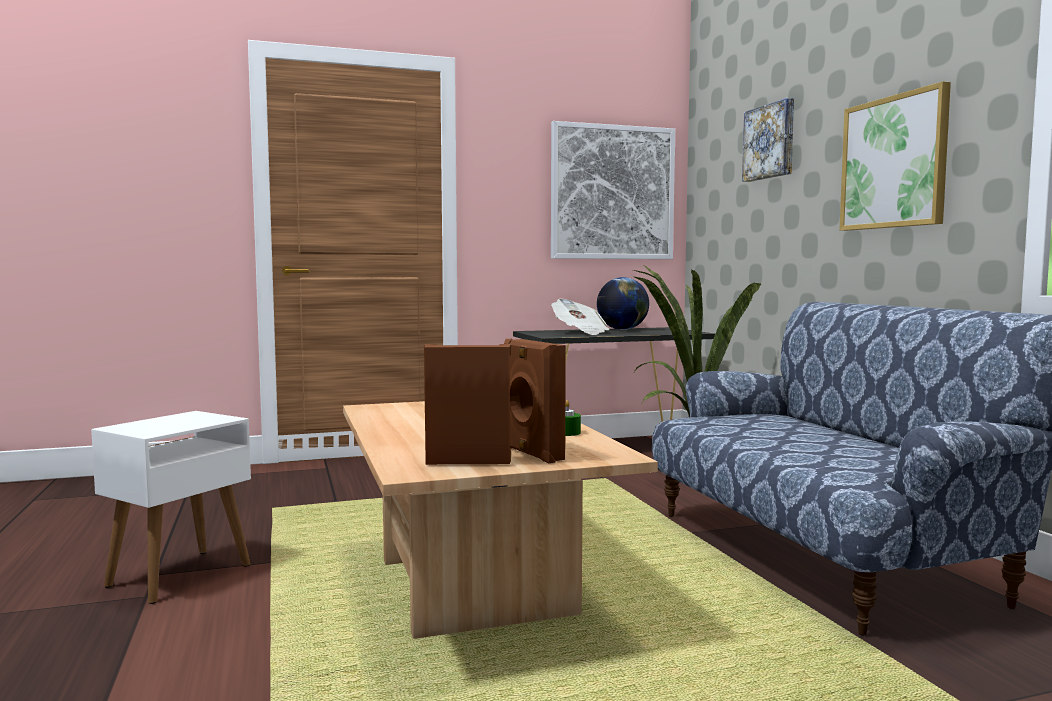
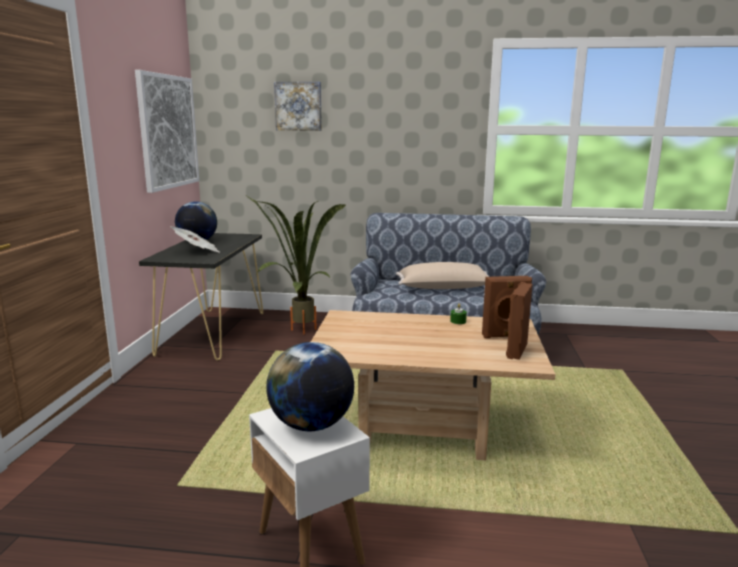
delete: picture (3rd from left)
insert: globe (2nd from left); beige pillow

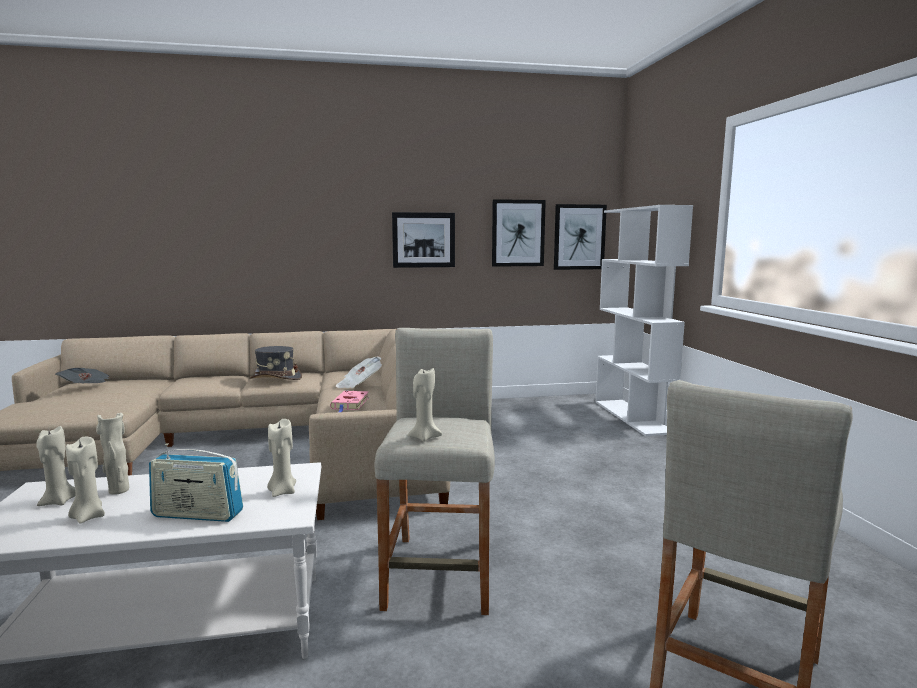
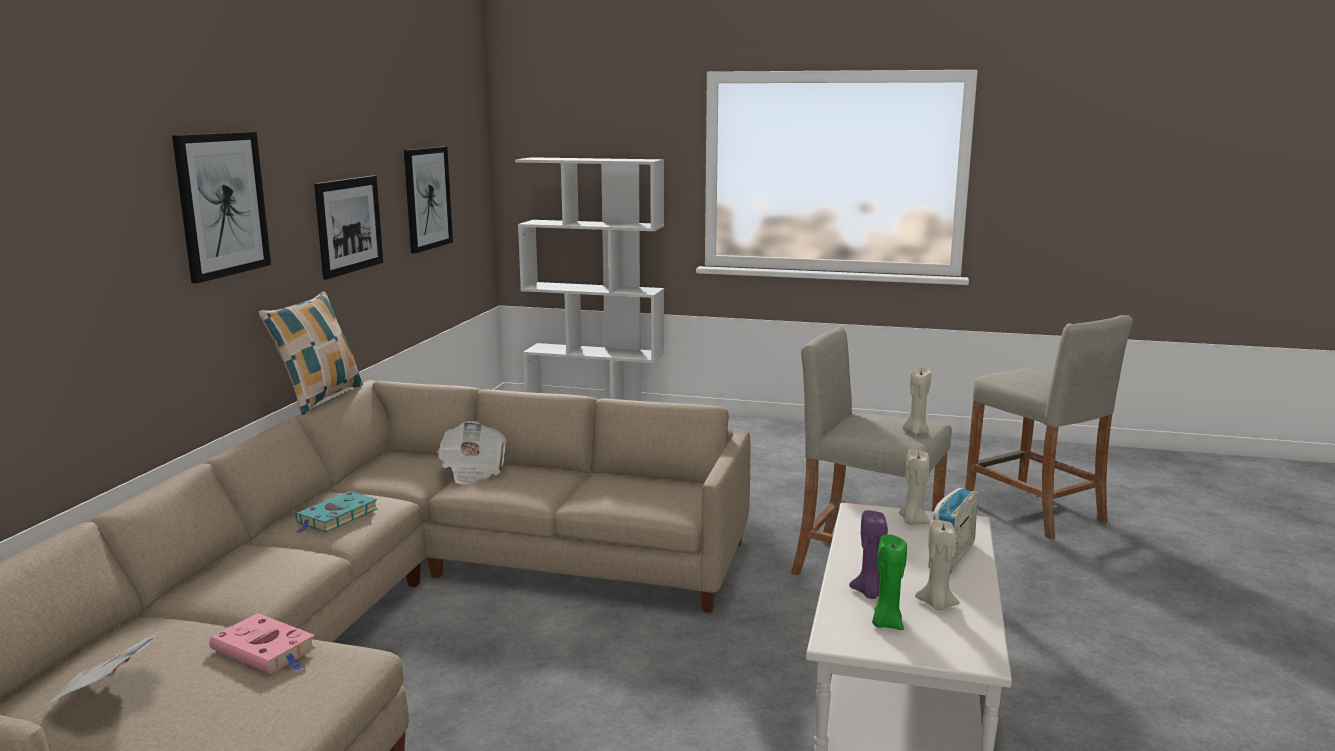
insert: pillow
move: picture (3rd from left in the first image) to picture (1st from left); pink book
replace: grey hat to turquoise book; beige vase to purple candle
recolor: beige candle (1st from left) to green candle

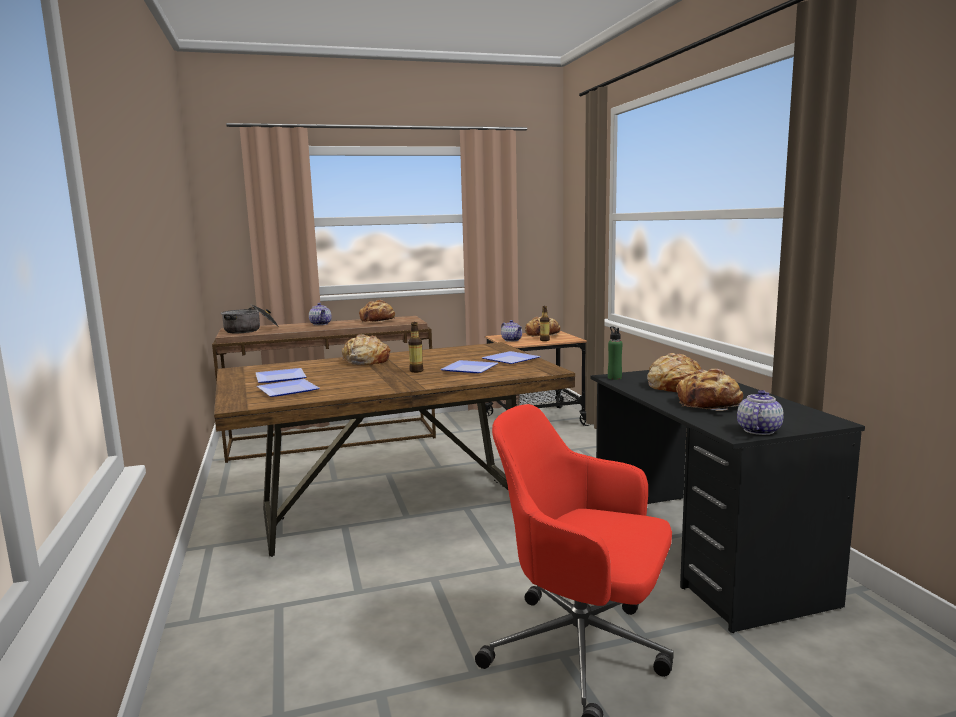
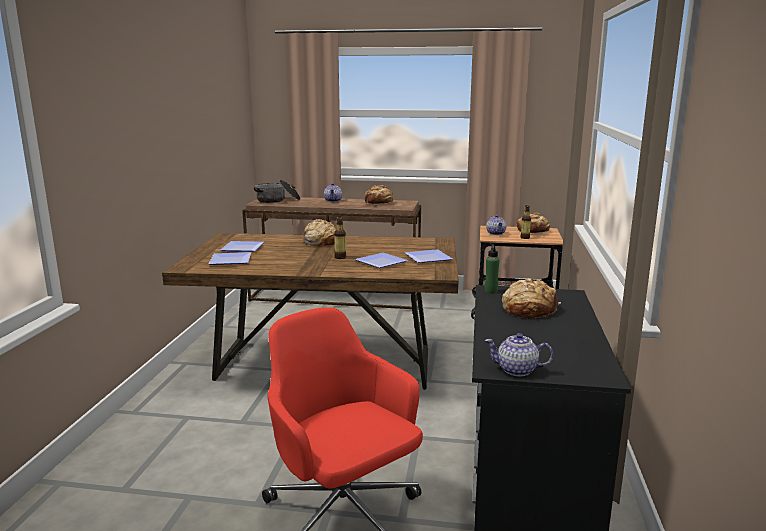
delete: bread (5th from left)
rotate: teapot (3rd from left) 135 degrees counterclockwise

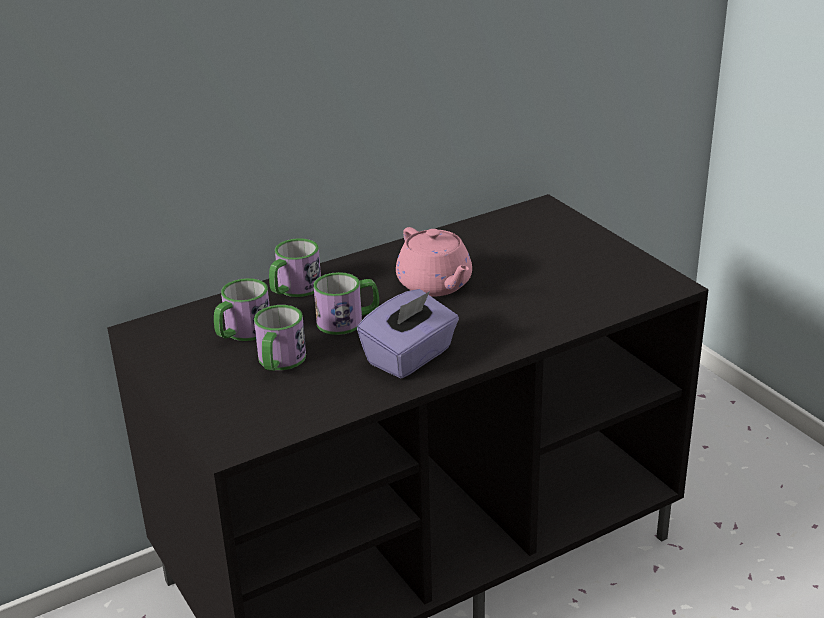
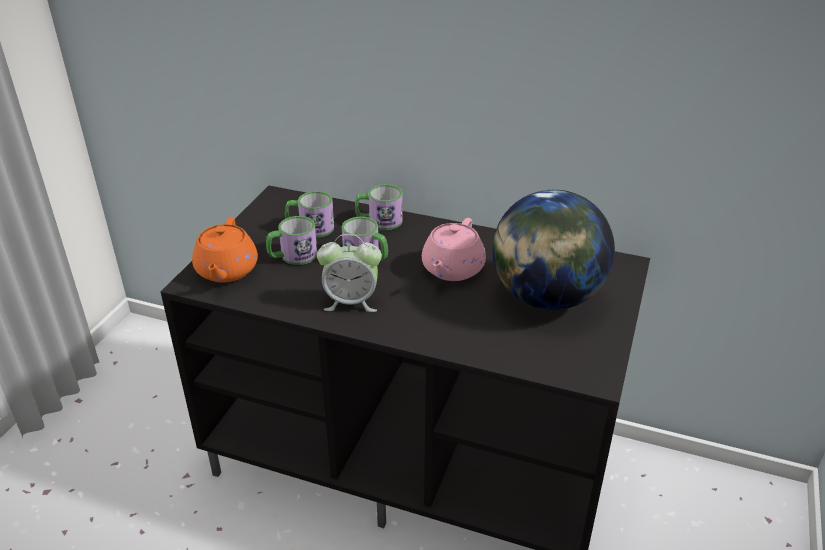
insert: orange teapot; globe
replace: purple tissue box to alarm clock

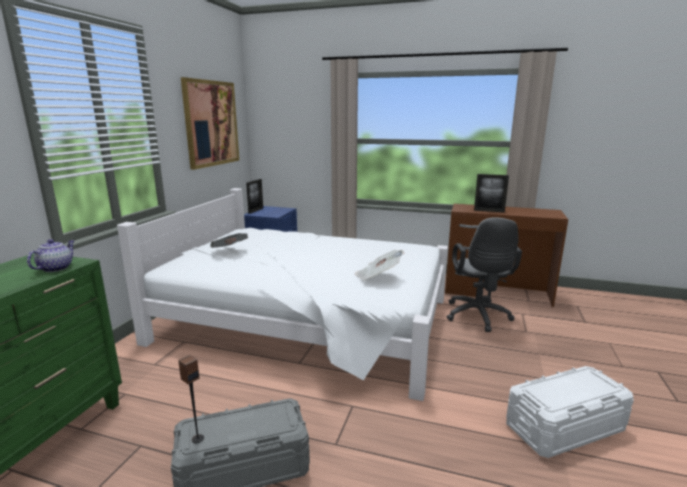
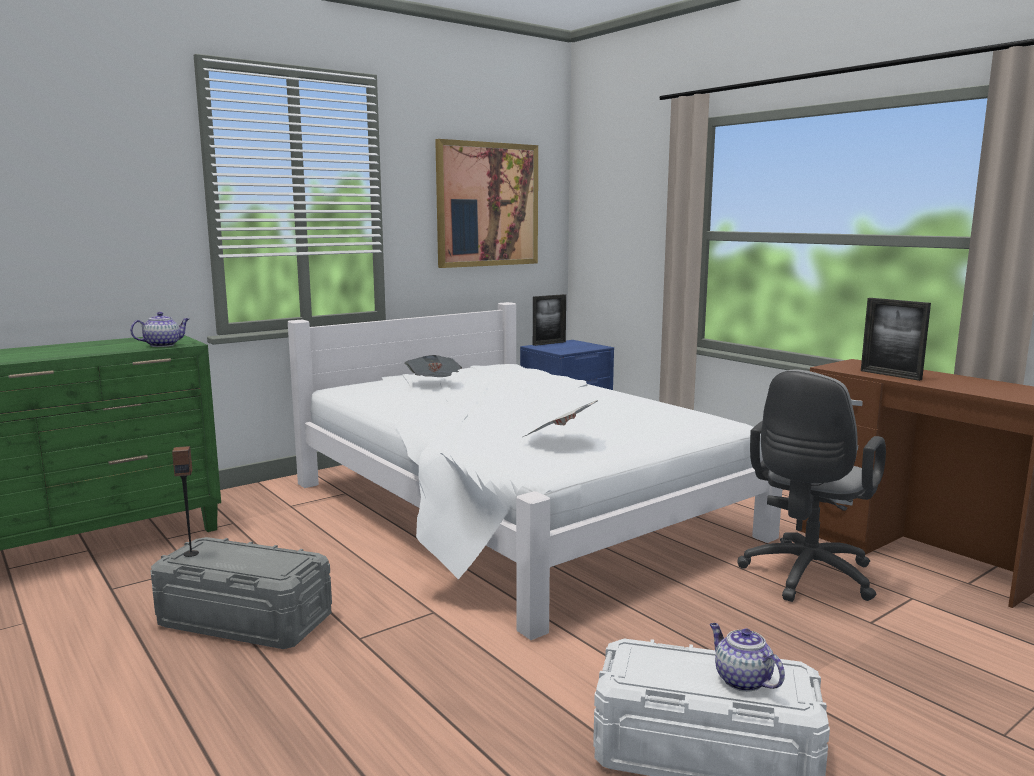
insert: teapot (2nd from left)

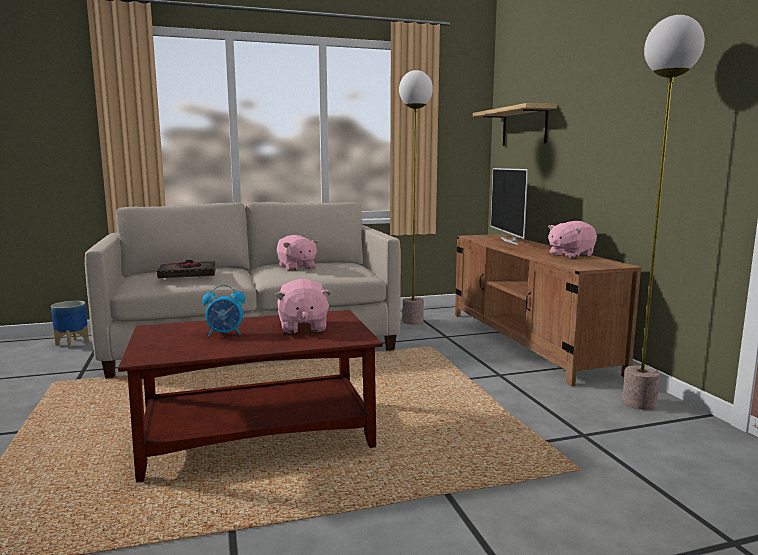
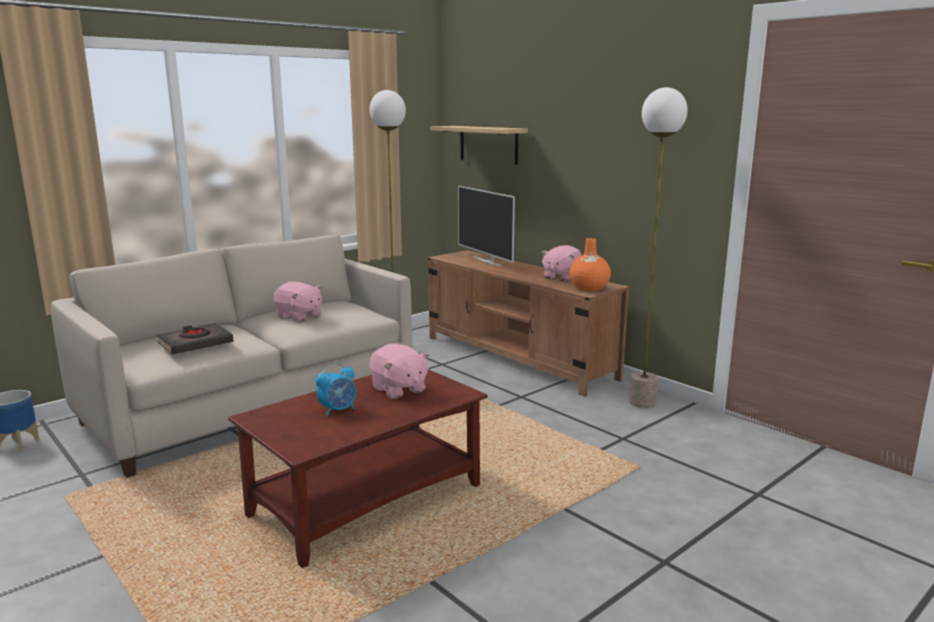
insert: orange vase

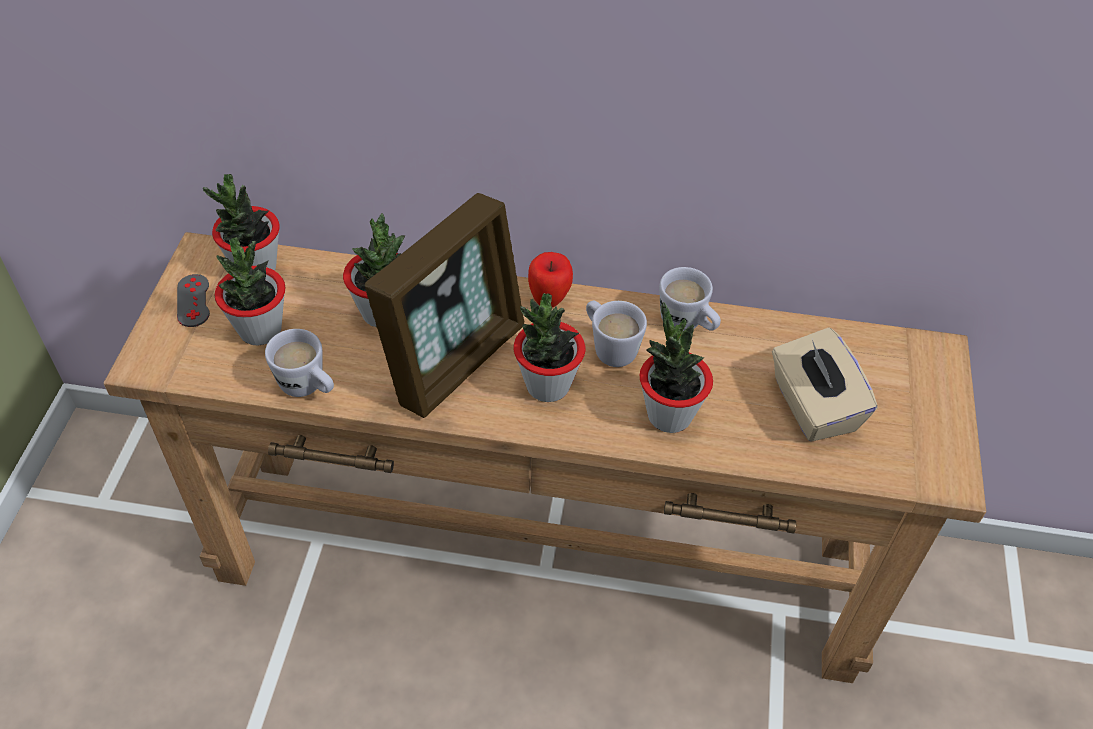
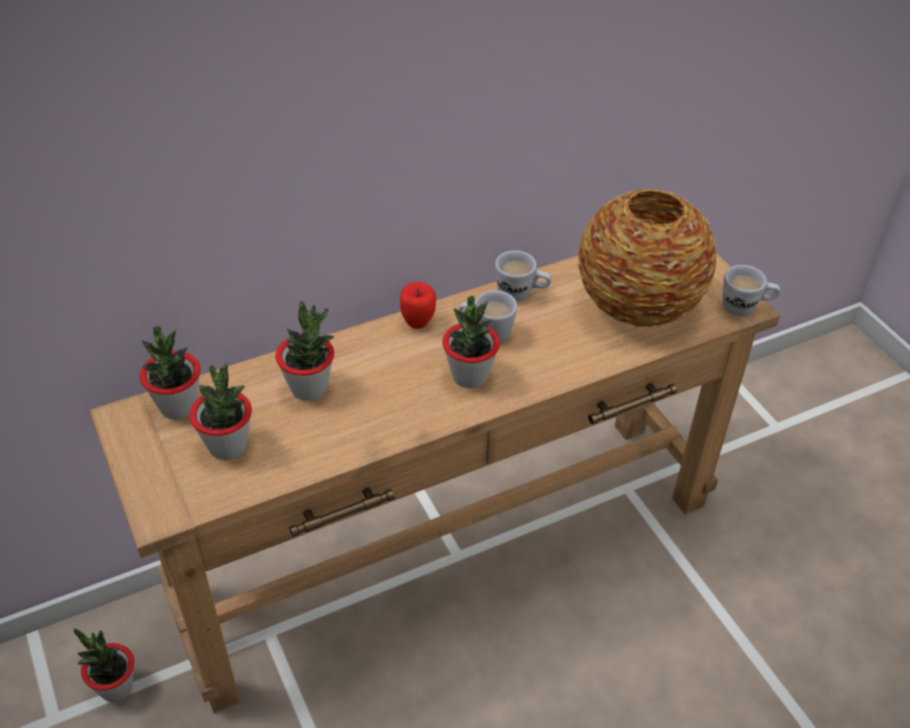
delete: grey game controller; picture frame
move: potted plant (5th from left in the first image) to potted plant (1st from left); white mug (1st from left in the first image) to white mug (3rd from left)
replace: beige tissue box to vase

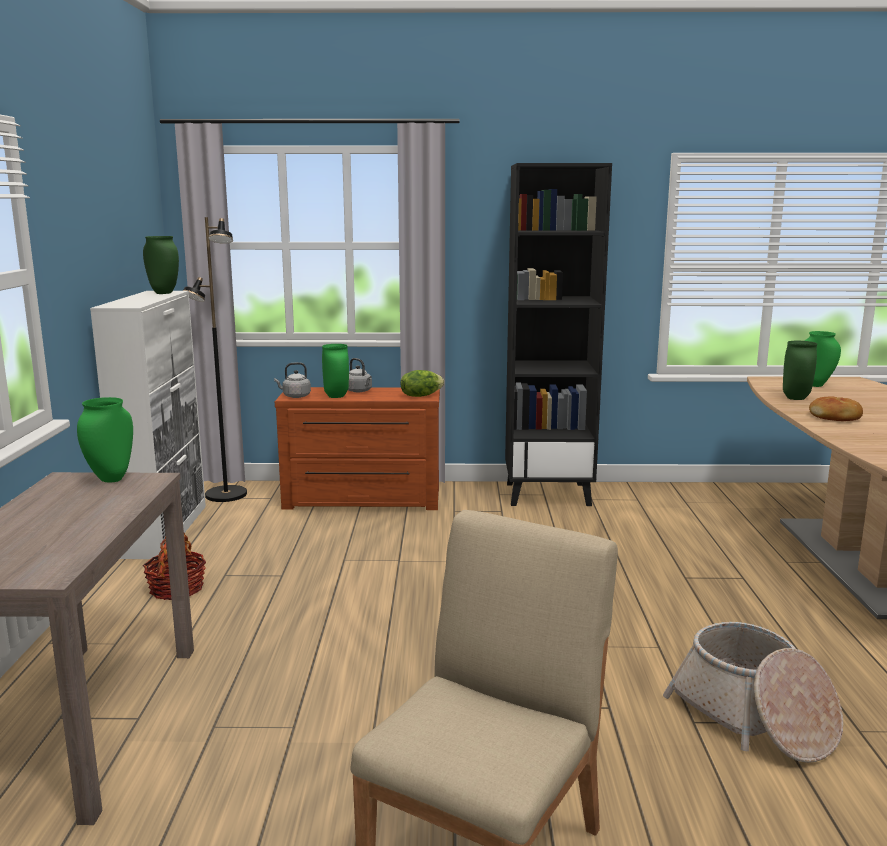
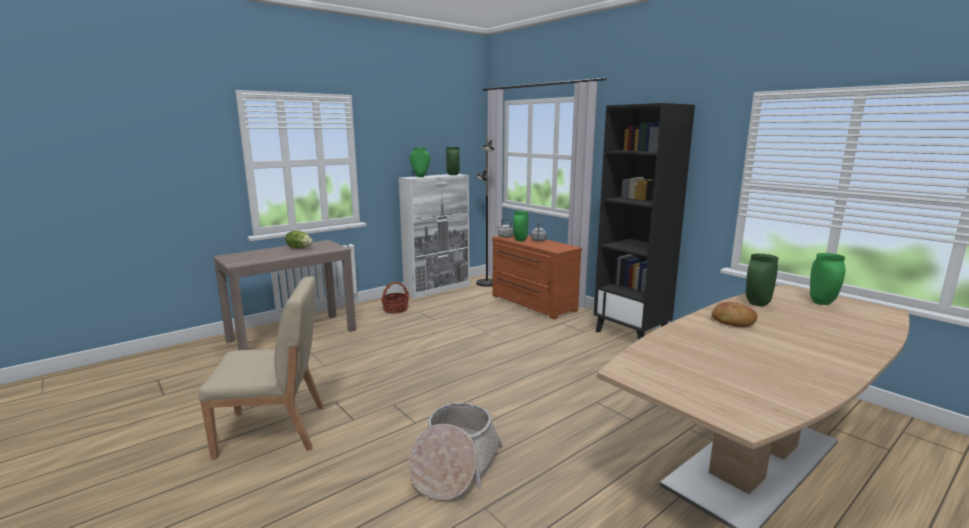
move: lettuce; green vase (1st from left)

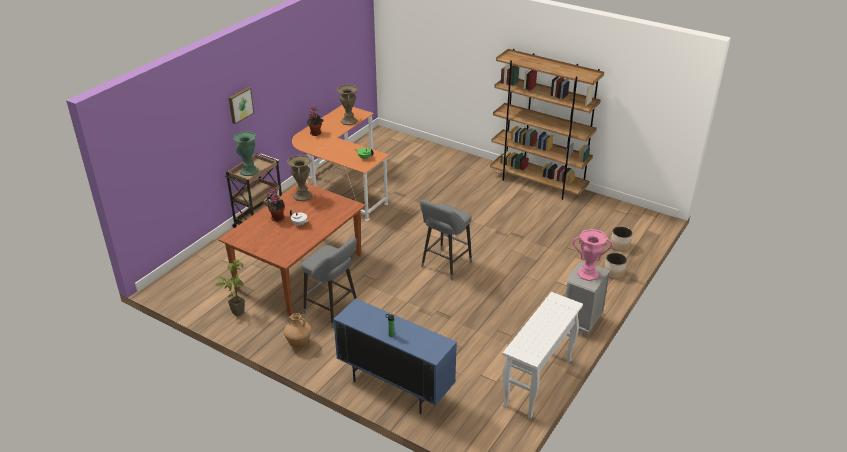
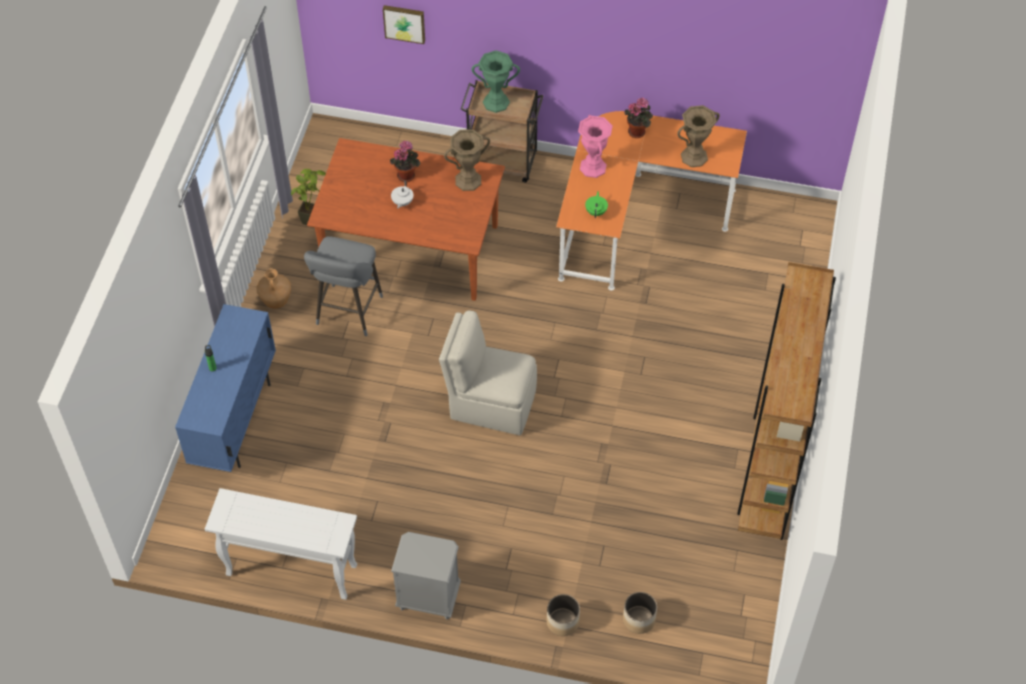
move: picture; pink vase
replace: grey stool (2nd from left) to beige chair

